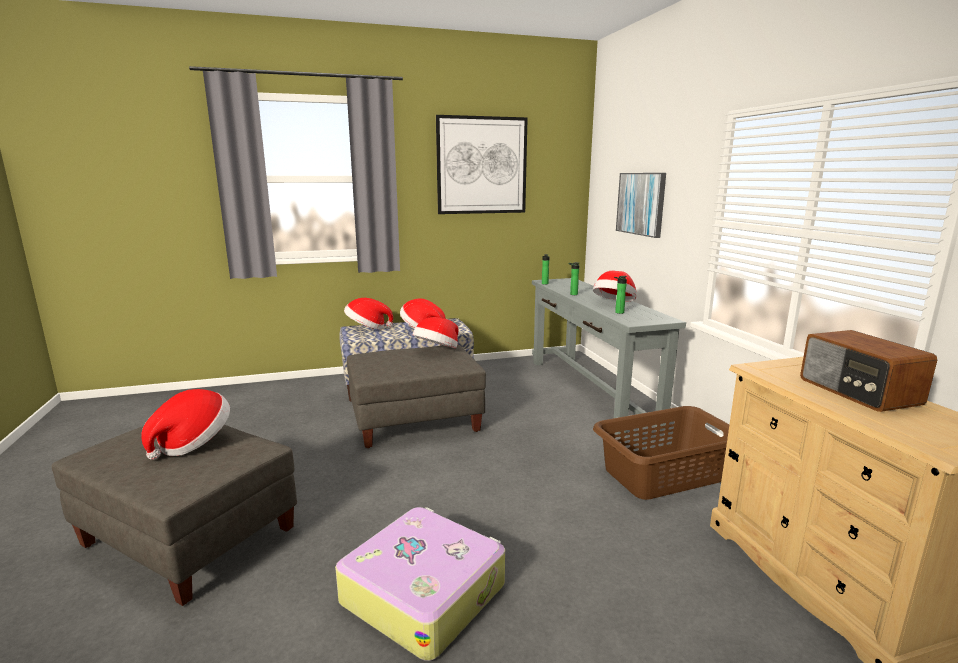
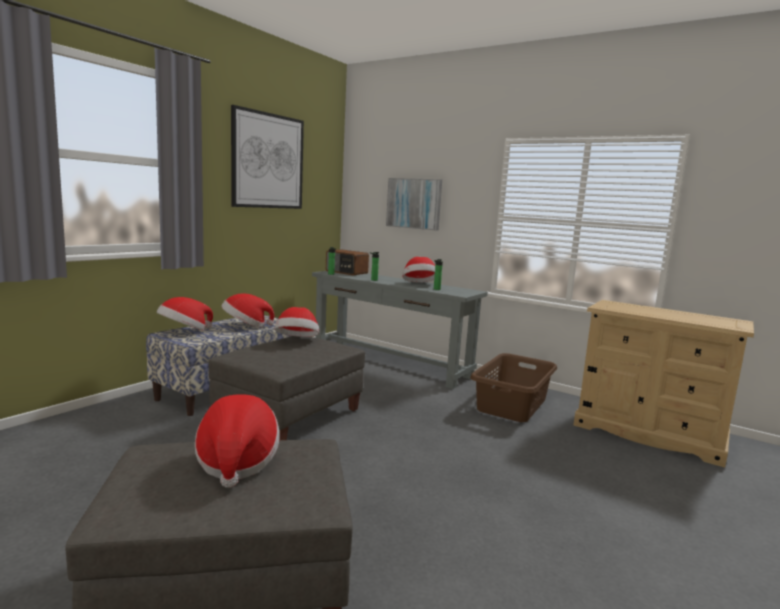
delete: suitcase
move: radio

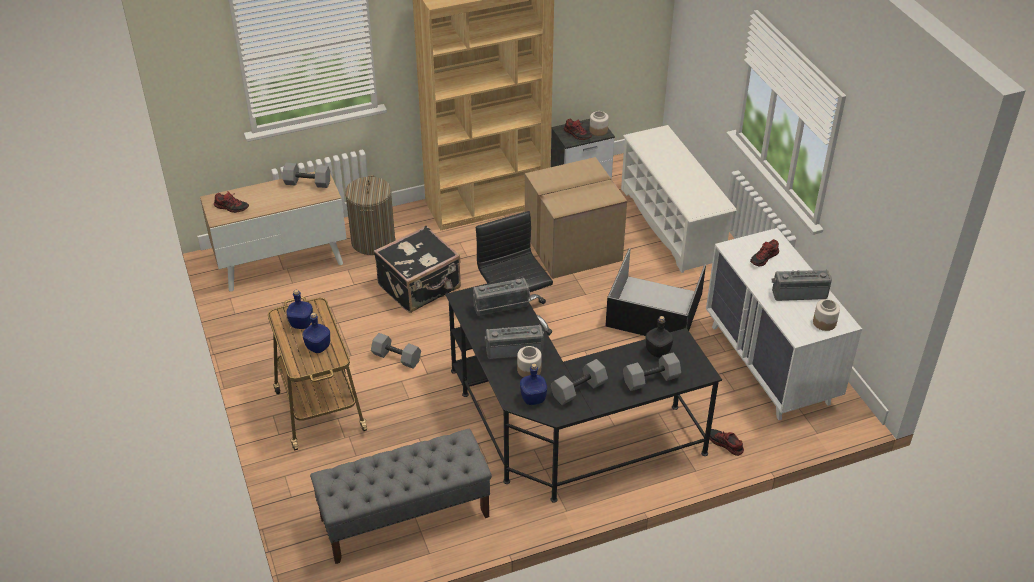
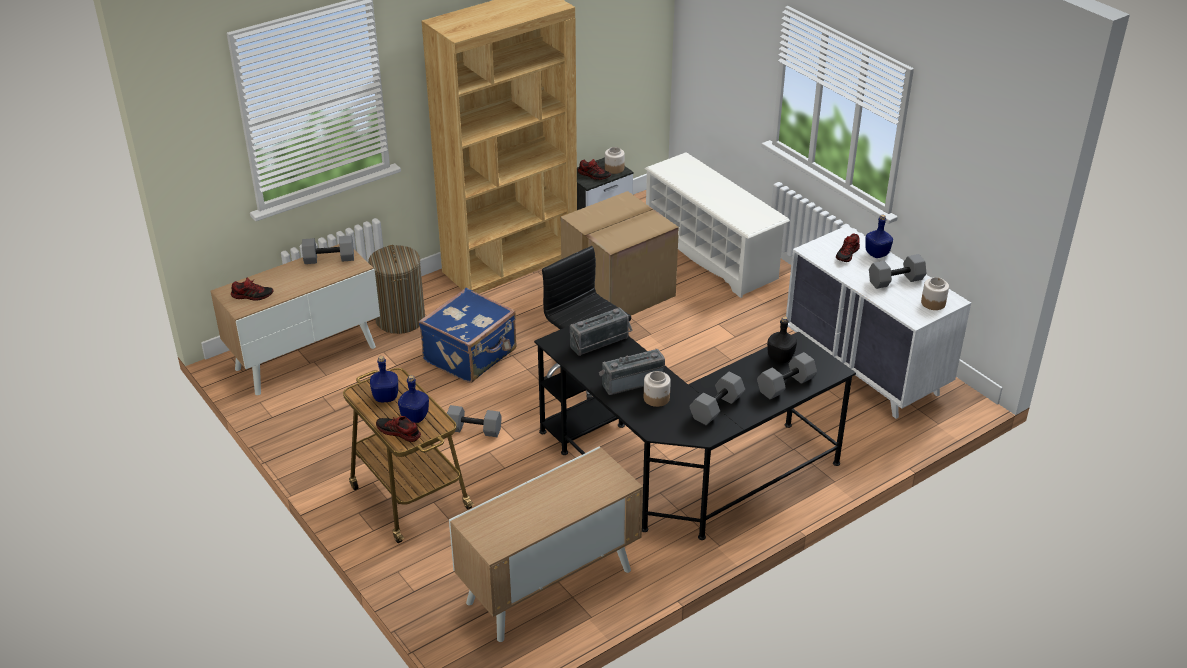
delete: black storage box
move: shoe (3rd from left in the first image) to shoe (2nd from left); blue bottle (3rd from left)
replace: grey bench to cabinet (2nd from left); radio (3rd from left) to grey dumbbell (5th from left)
recolor: black suitcase to blue suitcase

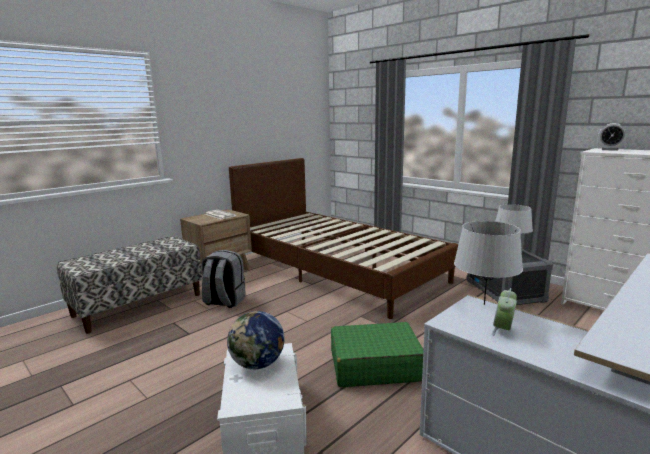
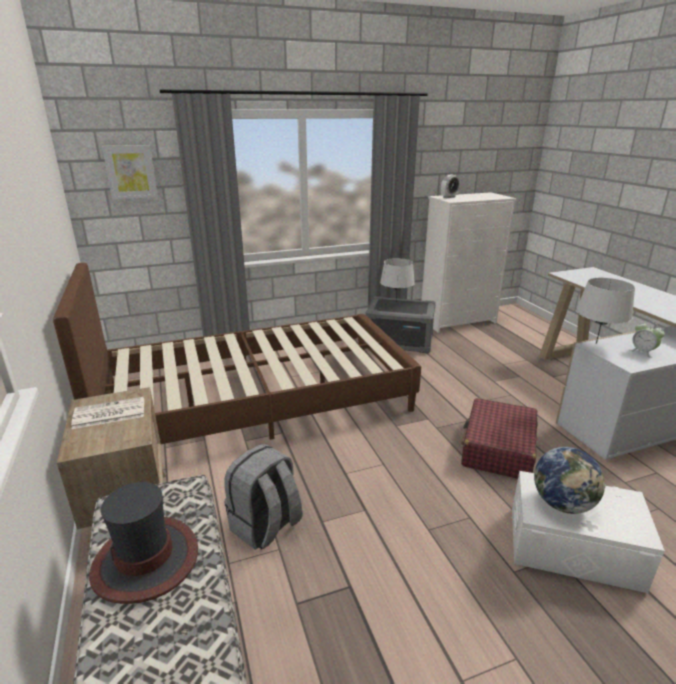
insert: hat; picture
recolor: green suitcase to red suitcase

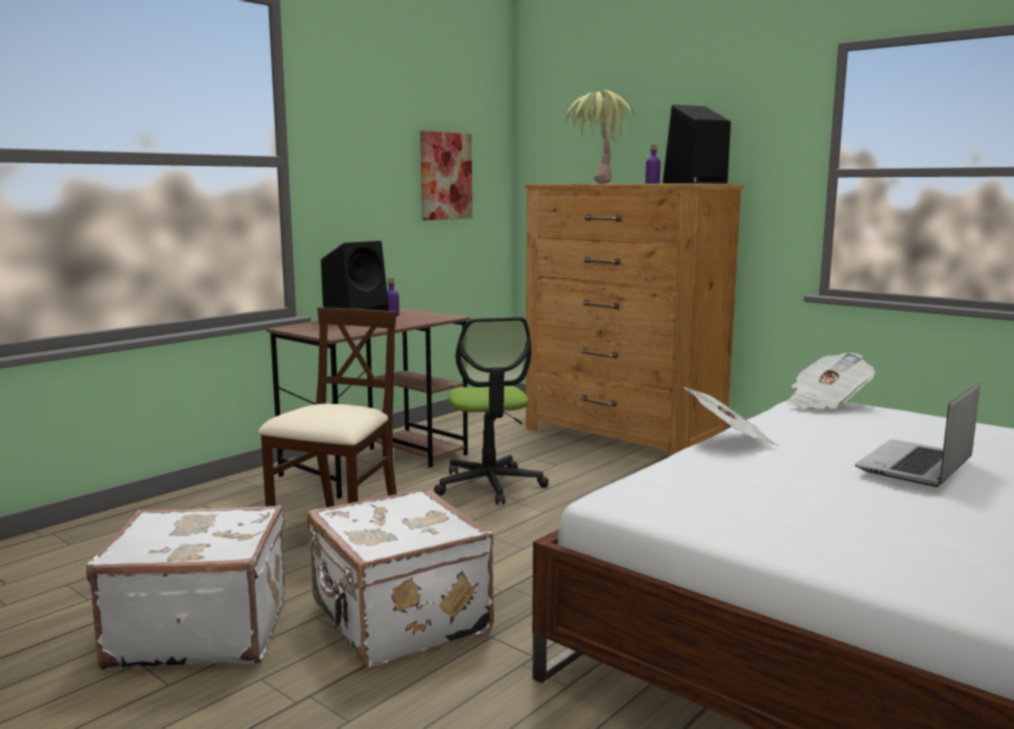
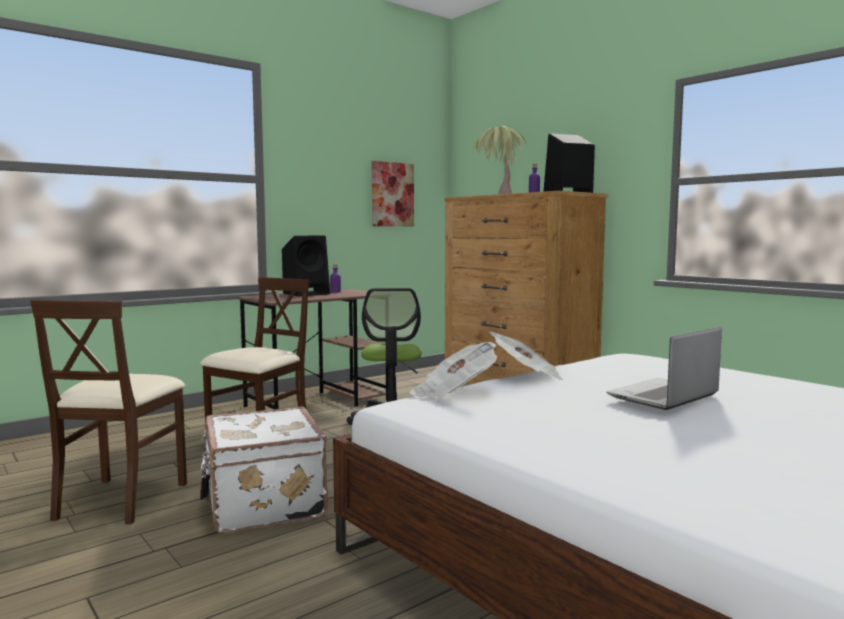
move: newspaper (2nd from left in the first image) to newspaper (1st from left)
replace: white suitcase (1st from left) to beige chair (1st from left)

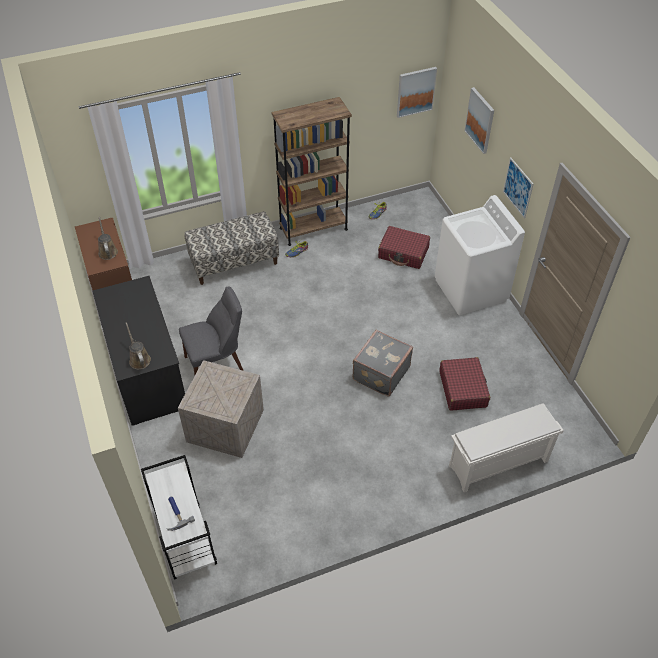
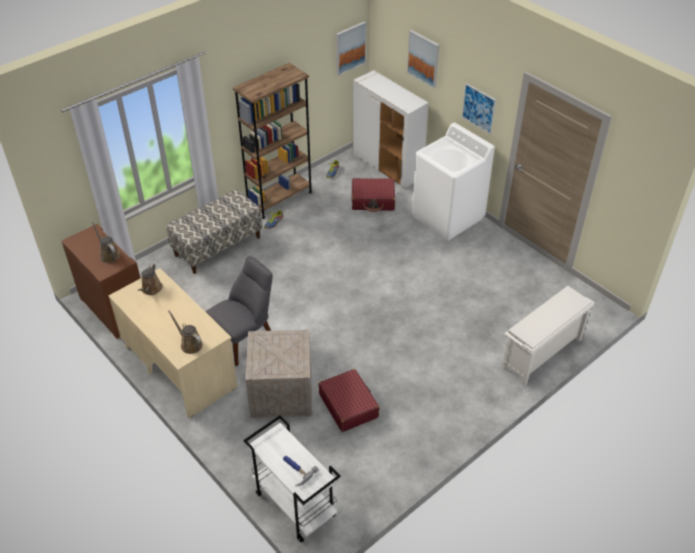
delete: grey suitcase
insert: brown watering can (2nd from left); white cabinet
move: red suitcase (2nd from left in the first image) to red suitcase (1st from left)
recolor: black desk to beige desk

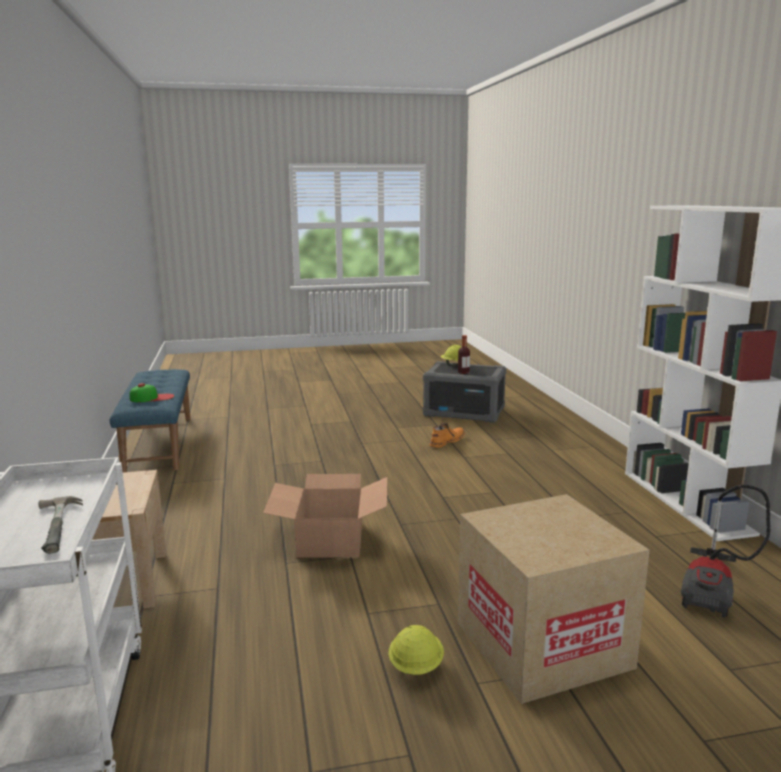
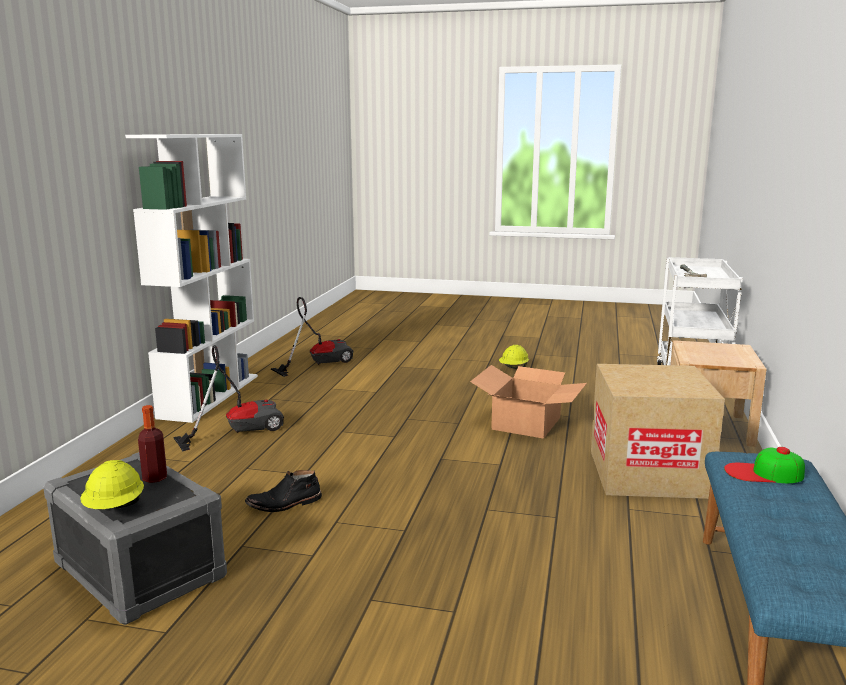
insert: vacuum cleaner (1st from left)
move: cardboard box (2nd from left)
recolor: orange boot to black boot

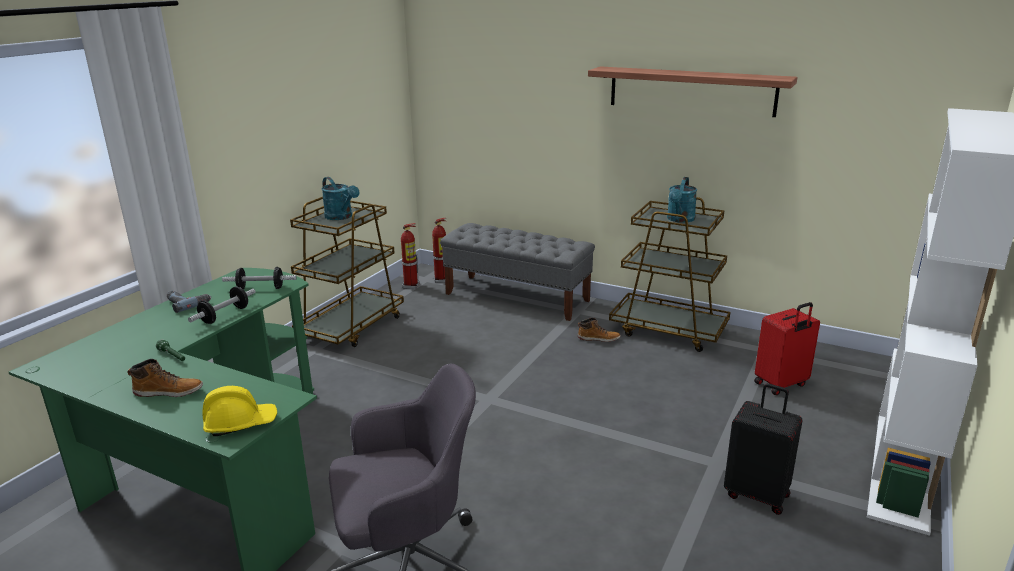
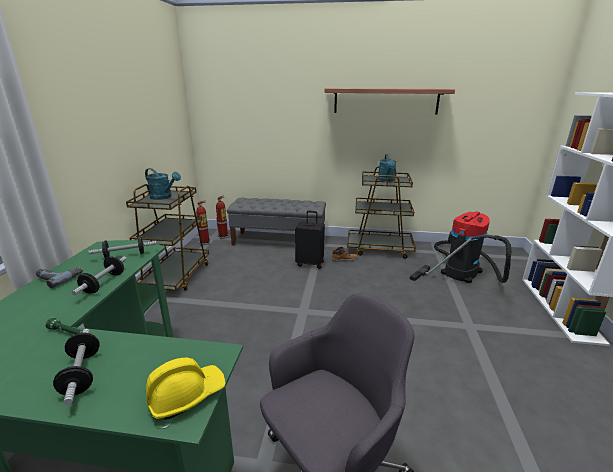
move: black suitcase
replace: boot (1st from left) to dumbbell (1st from left); red suitcase to vacuum cleaner

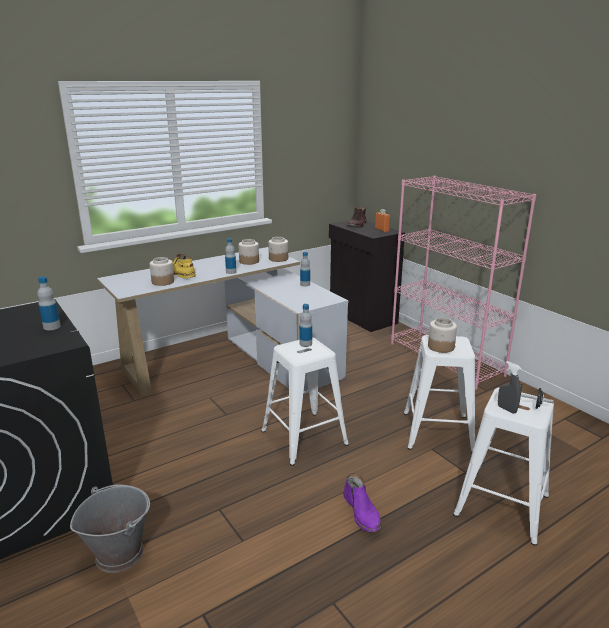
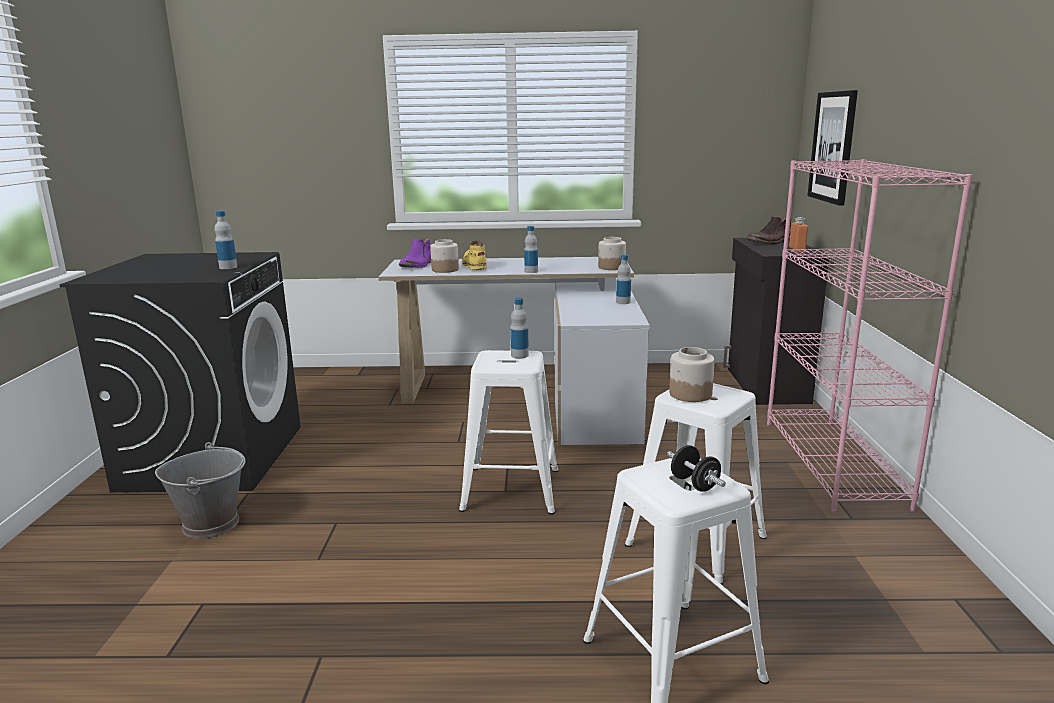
delete: jar (2nd from left); grey spray bottle
insert: picture
move: purple boot

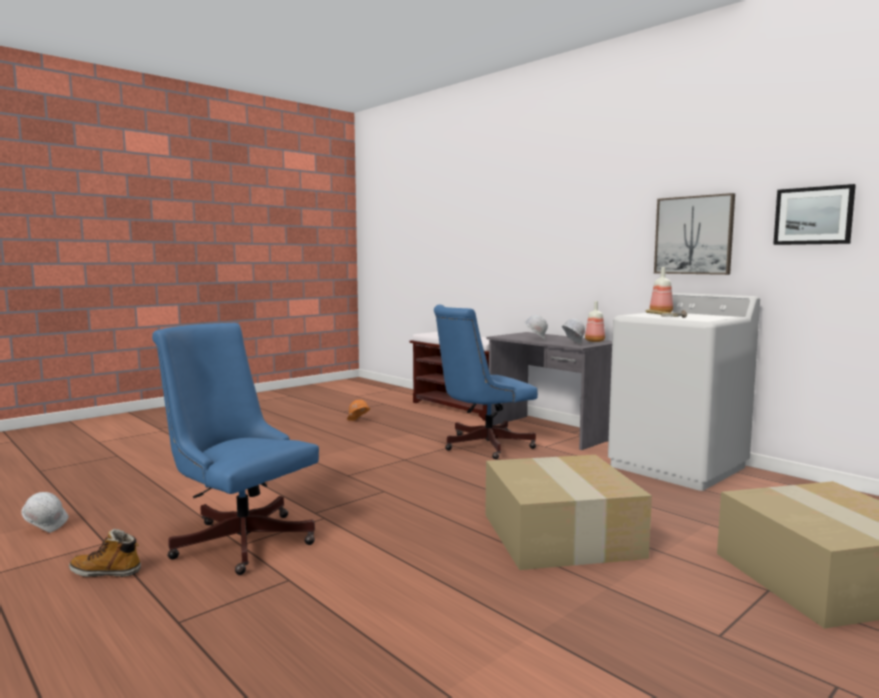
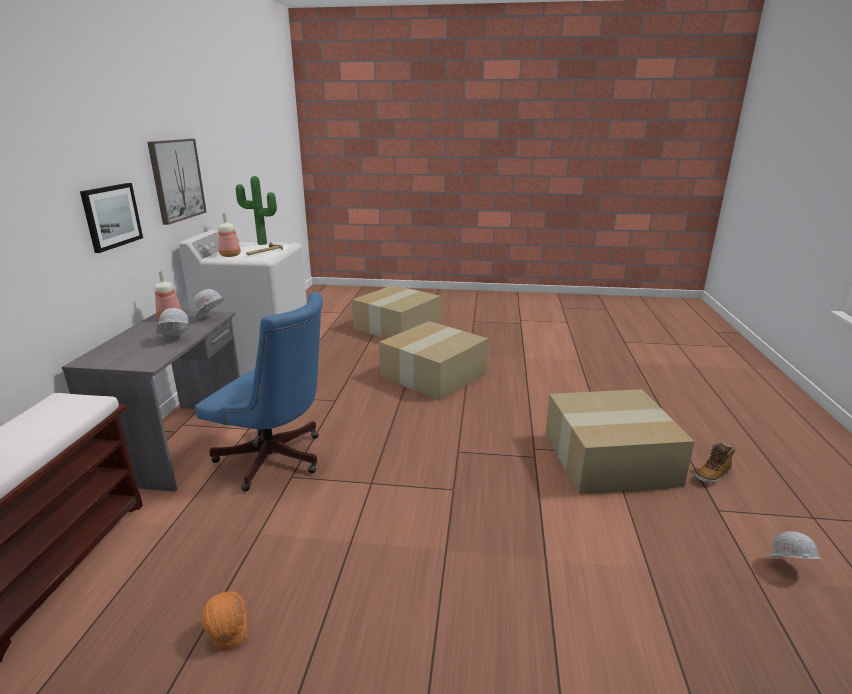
insert: potted plant
move: picture (2nd from left in the first image) to picture (1st from left)
replace: blue office chair (1st from left) to cardboard box (3rd from left)
rotate: boot 90 degrees clockwise

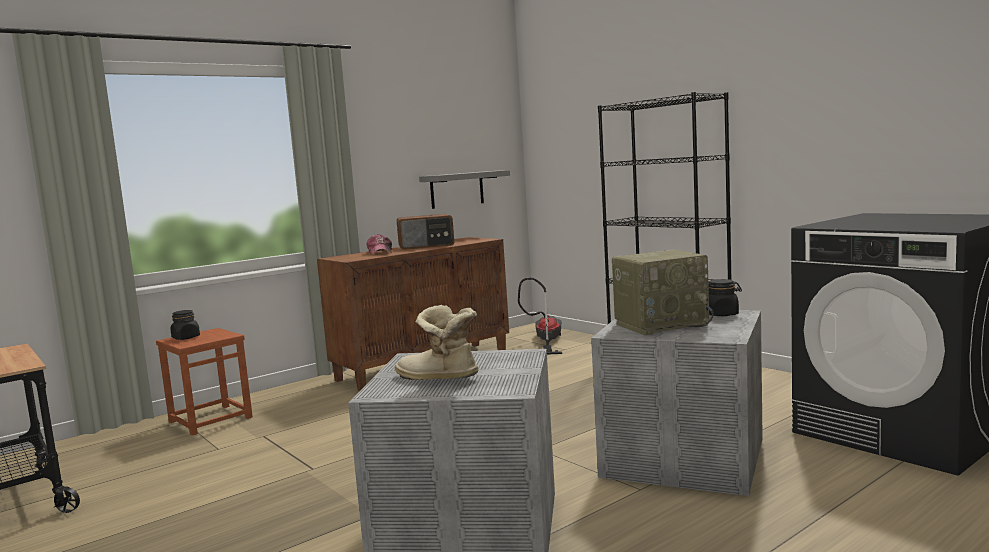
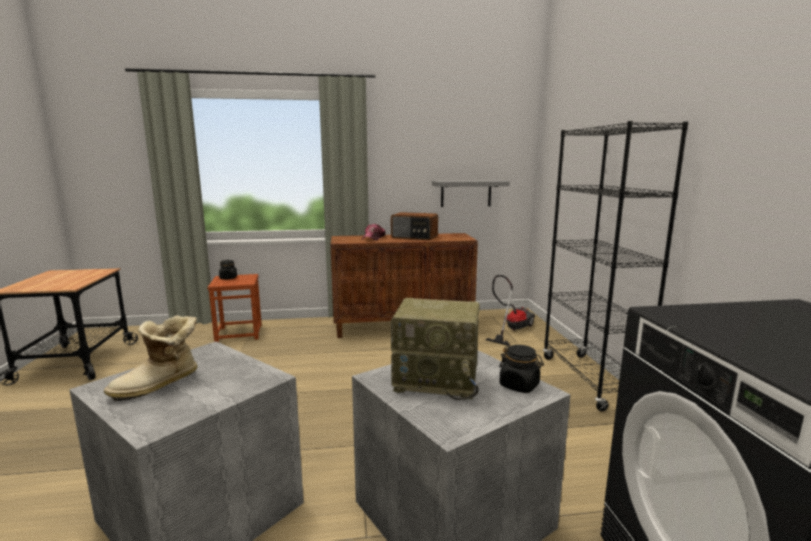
rotate: boot 105 degrees counterclockwise

